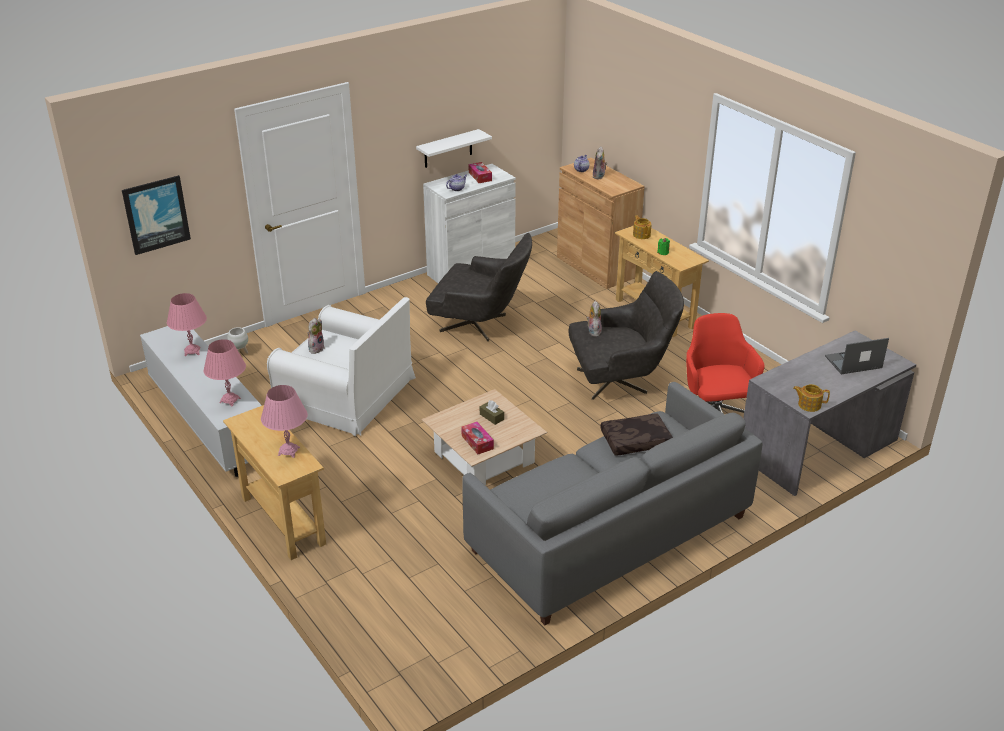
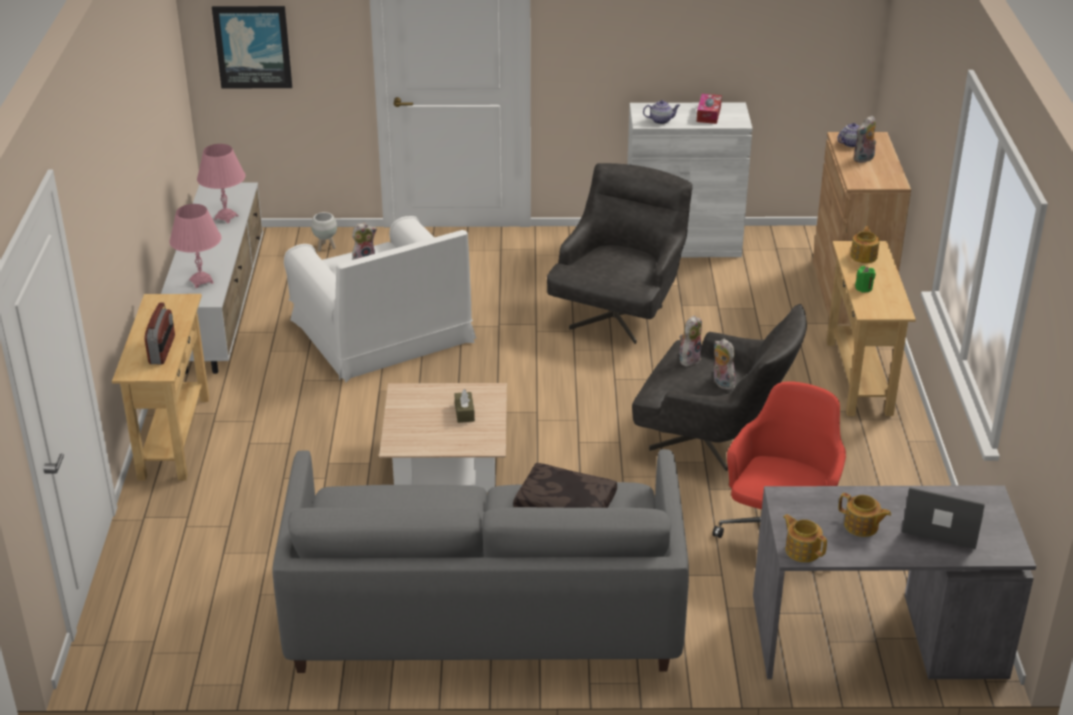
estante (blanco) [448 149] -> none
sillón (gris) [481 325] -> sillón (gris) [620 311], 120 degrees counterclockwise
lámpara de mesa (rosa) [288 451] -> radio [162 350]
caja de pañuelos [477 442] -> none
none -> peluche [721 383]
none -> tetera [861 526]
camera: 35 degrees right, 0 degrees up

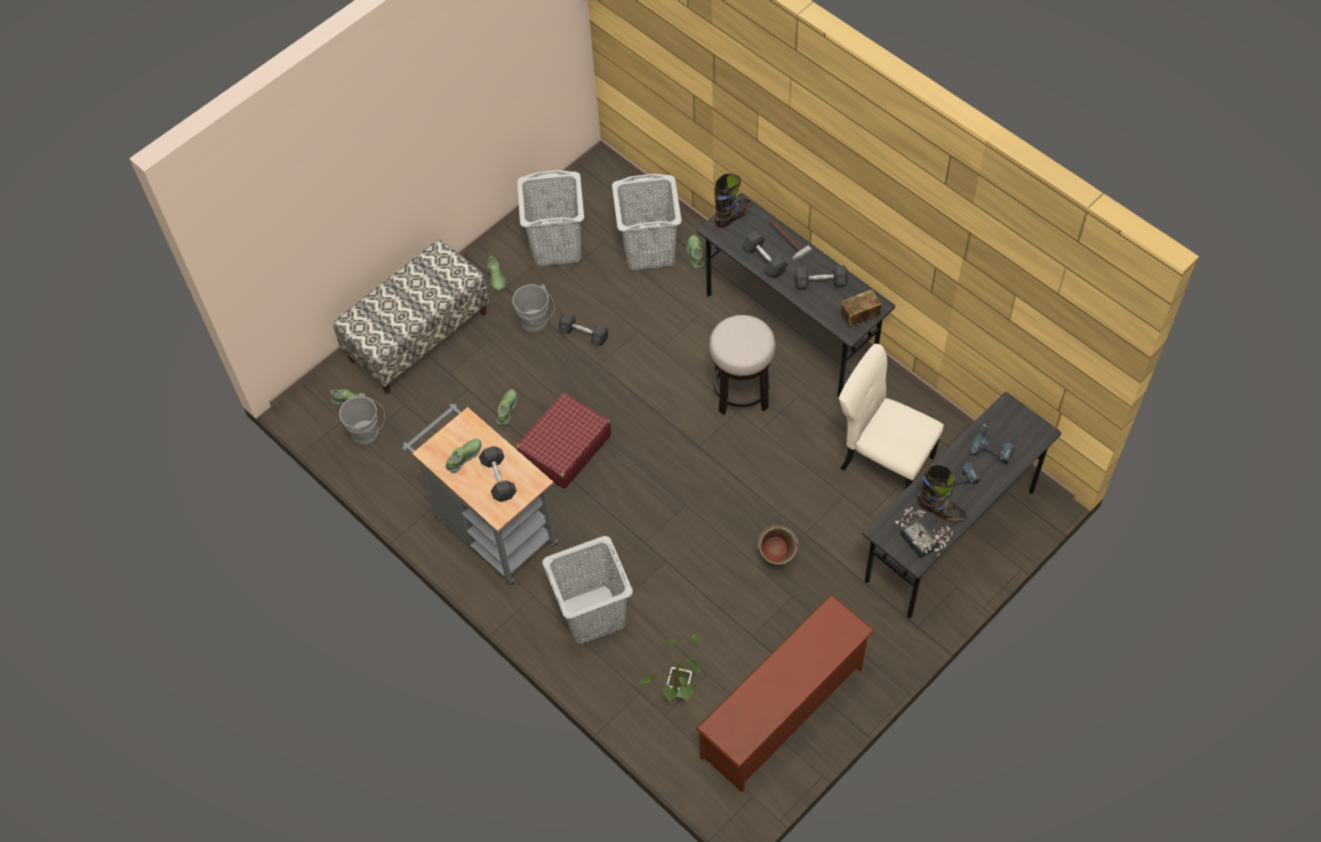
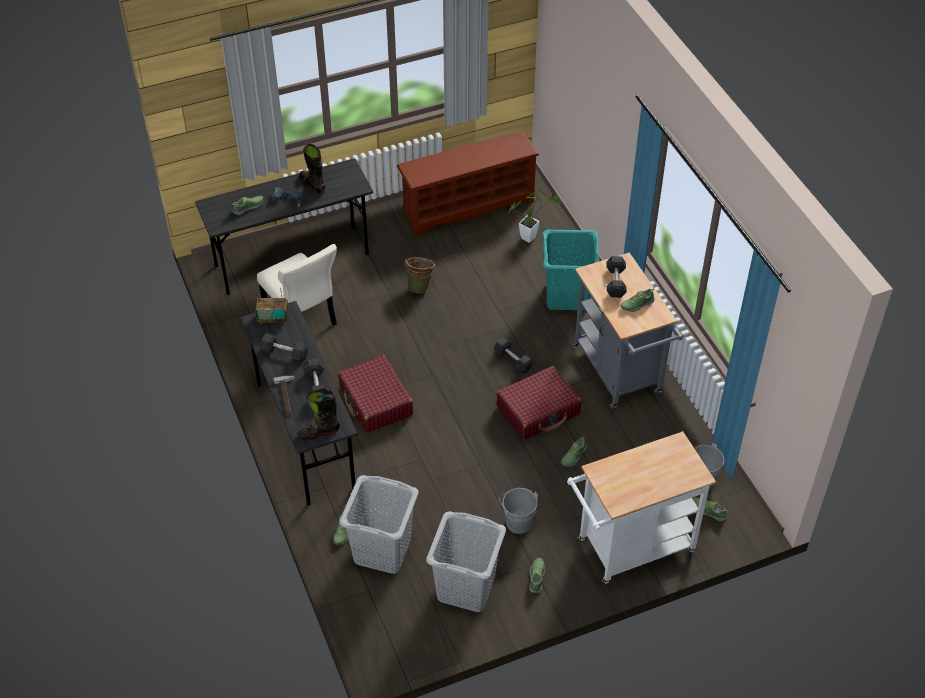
banco [418 336] -> carrito (blanco) [629 548]
mancuerna (gris) [584 334] -> mancuerna (gris) [513 360], relocated
taburete [741 392] -> maleta (rojo) [375 401]
taladro [992 447] -> zapato [248 207]
planta en maceta [921 544] -> none
cesto de la ropa (gris) [592 614] -> cesto de la ropa (turquesa) [567 296]
camera: 160 degrees left, 10 degrees down

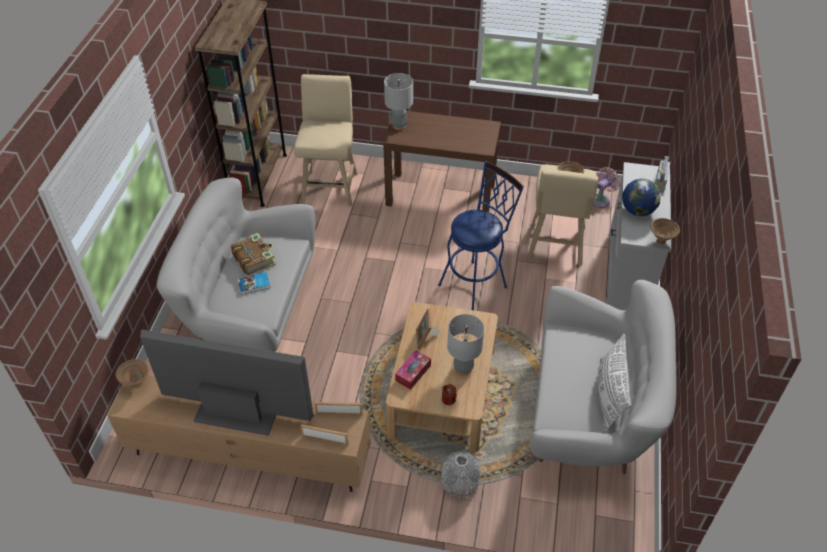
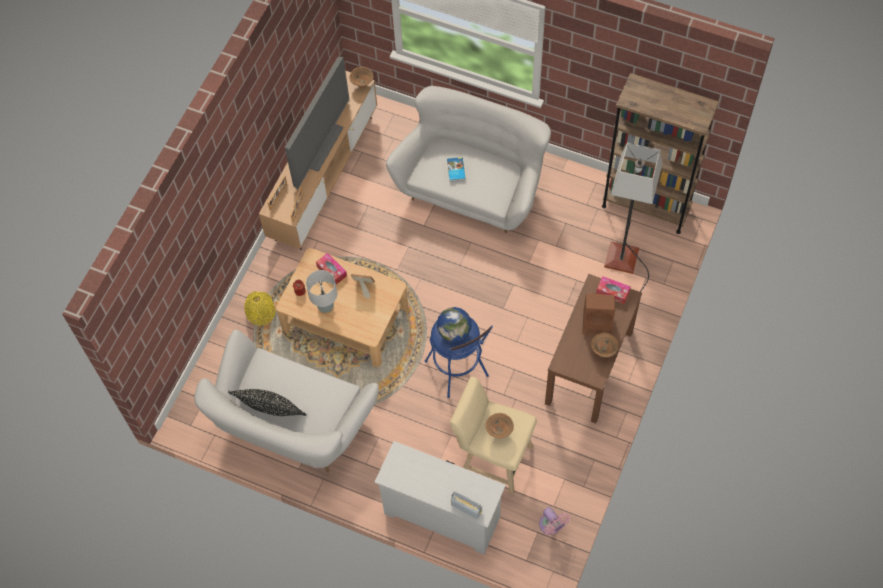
lámpara de mesa (gris) [399 125] -> caja de pañuelos [612 292]
taburete (beis) [330 185] -> lámpara de pie [622 268]
globo terráqueo [637 211] -> globo terráqueo [454 332], relocated
cuenco (marrón) [661 240] -> cuenco (marrón) [603 351], relocated
libro [254 258] -> none
cojín (blanco) [609 395] -> cojín (negro) [270 409]
florero (gris) [459 481] -> florero (amarillo) [261 313]
none -> altavoz (marrón) [598 322]
camera: 105 degrees right, 15 degrees up

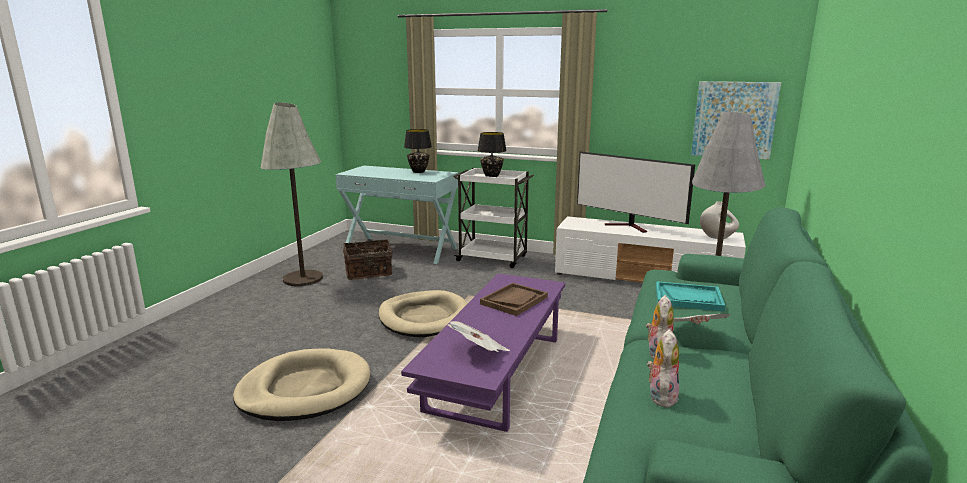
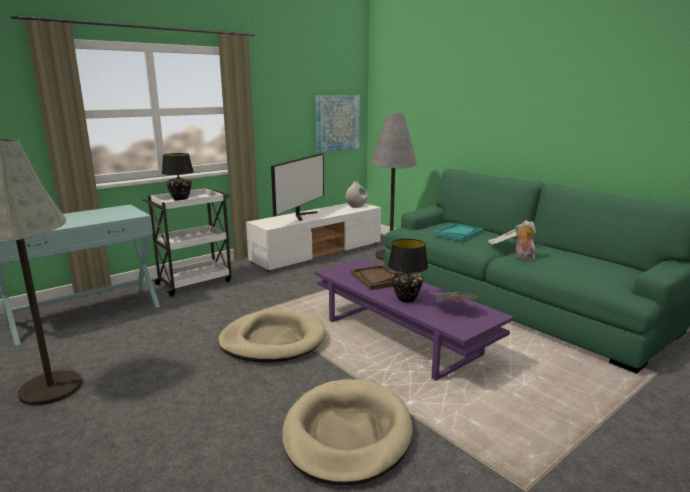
lámpara de mesa (negro) [419 172] -> lámpara de mesa (negro) [406 299], relocated
televisor [629 227] -> televisor [303 215], 45 degrees counterclockwise
cesta [369 272] -> none
peluche [661 396] -> none
camera: 60 degrees left, 0 degrees up

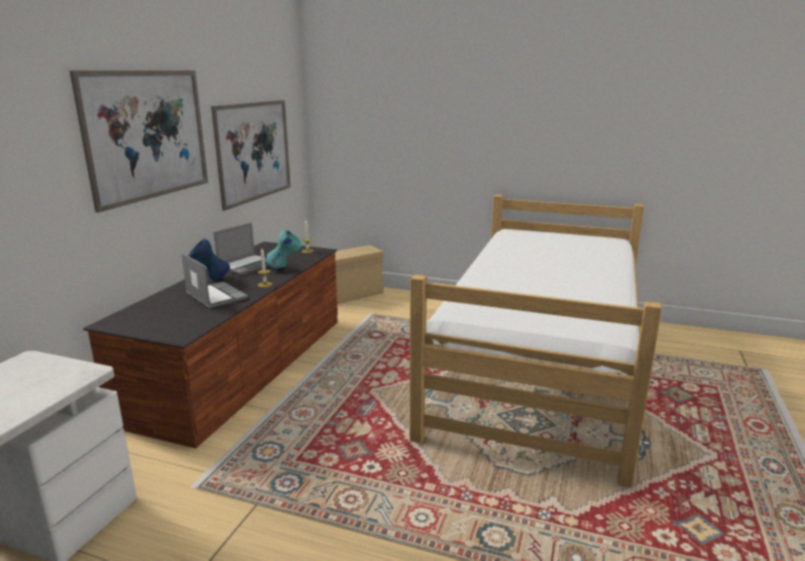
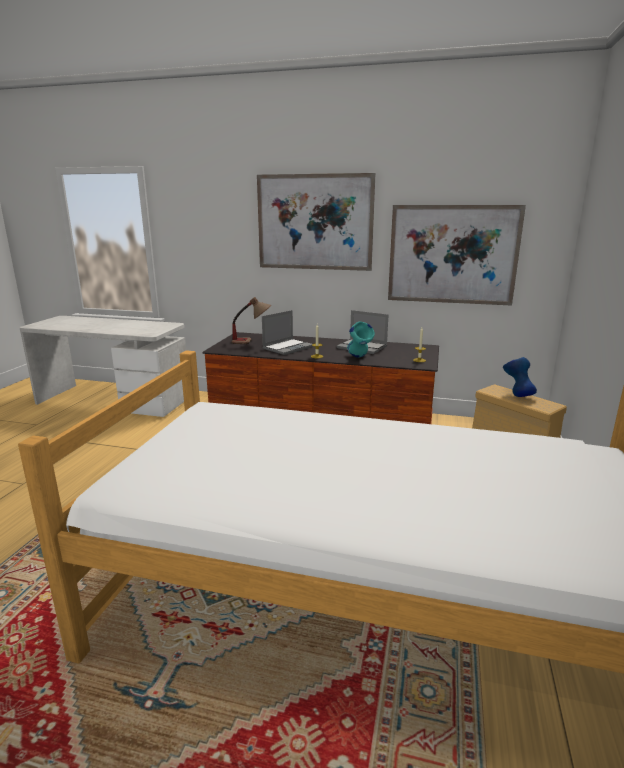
florero (azul) [210 280] -> florero (azul) [517 395], relocated
none -> lámpara de mesa [252 342]
camera: 85 degrees right, 0 degrees up

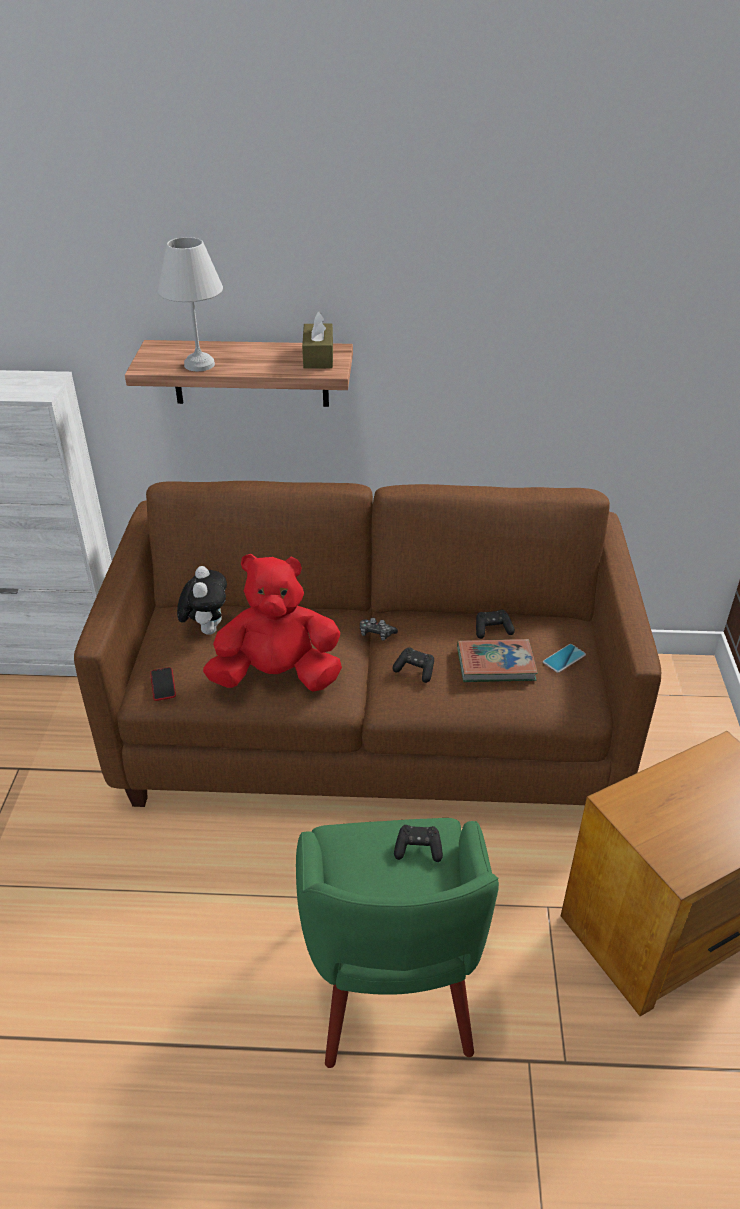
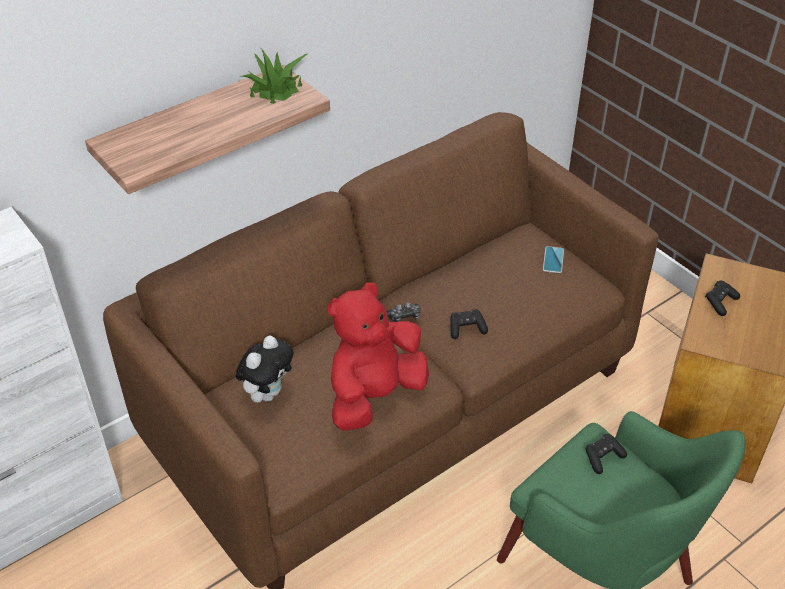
lámpara de mesa (blanco) [201 364] -> none
caja de pañuelos (marrón) [318 357] -> planta en maceta [275 89]
peluche [206 629] -> peluche [268 393], 75 degrees clockwise
mando de consola (negro) [492 630] -> mando de consola (negro) [719 302], relocated
libro [495 664] -> none
móvil [163 684] -> none
camera: 40 degrees left, 5 degrees up

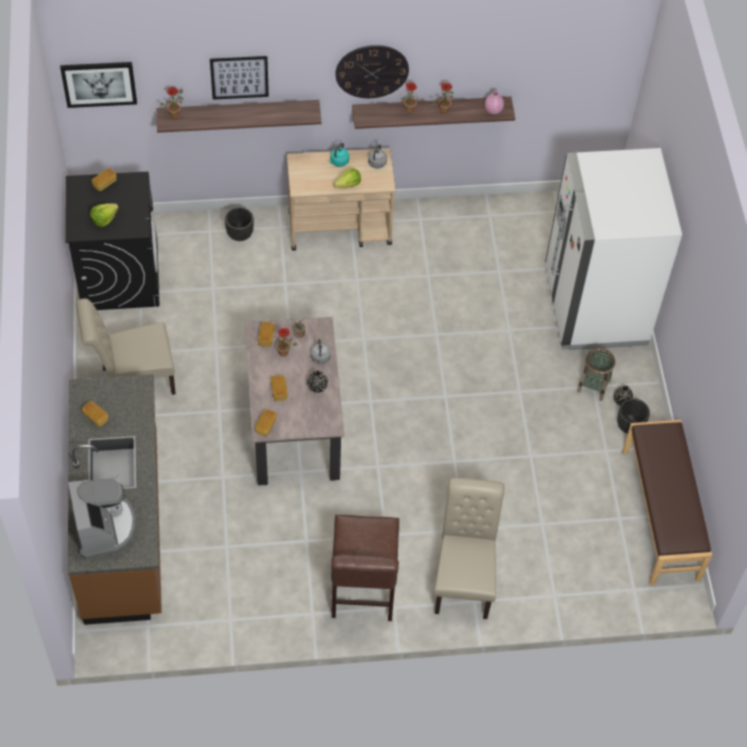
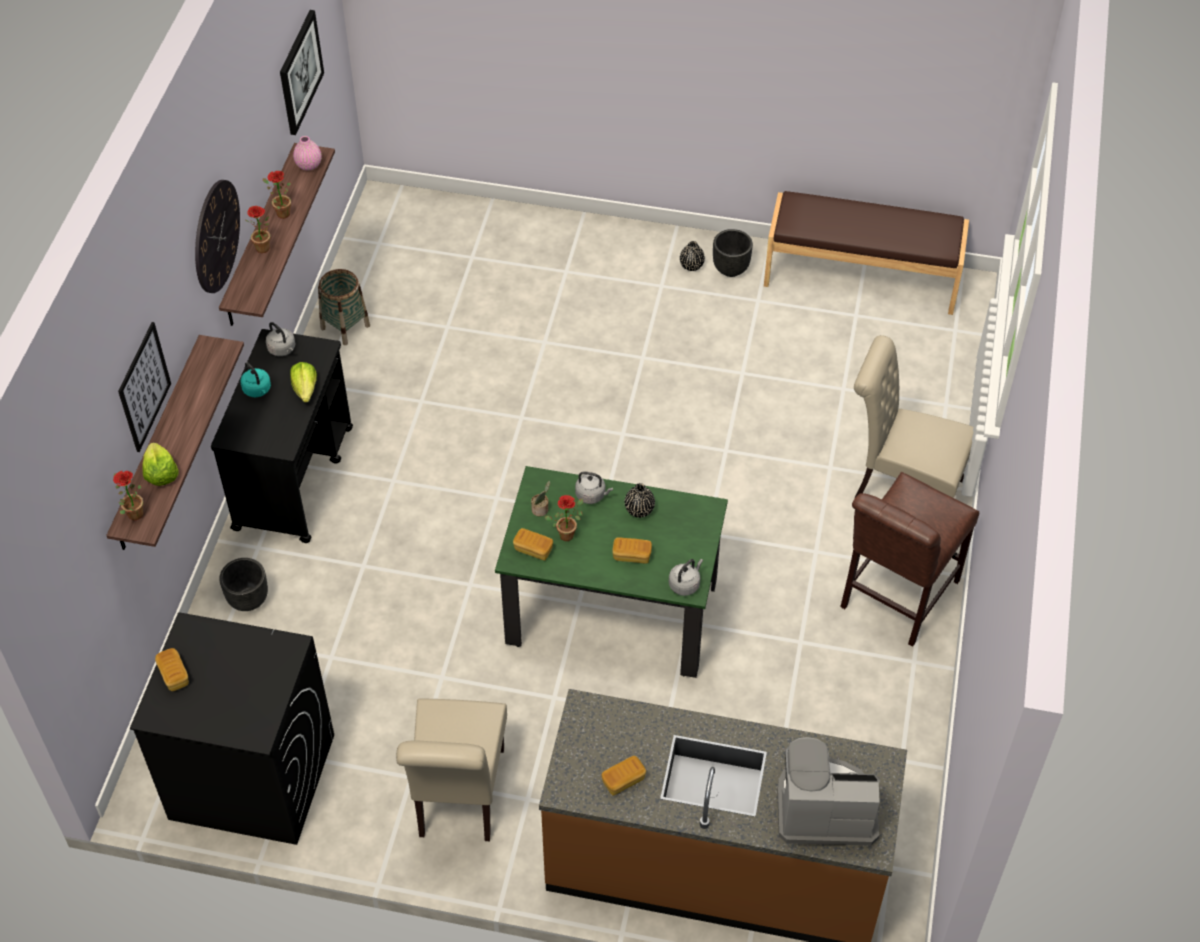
cuadro [99 83] -> cuadro [300 72], relocated
carrito (beis) [340 228] -> carrito (negro) [294 477]
nevera (blanco) [595 306] -> none
lechuga [104 219] -> lechuga [160 473], relocated
mesa de comedor (beis) [294 426] -> mesa de comedor (verde) [612 612]
cesta [593 386] -> cesta [345 327], relocated
pan [266 426] -> hervidor (gris) [685 584]
silla (marrón) [362 592] -> silla (marrón) [895 598], 105 degrees clockwise
camera: 70 degrees left, 5 degrees down

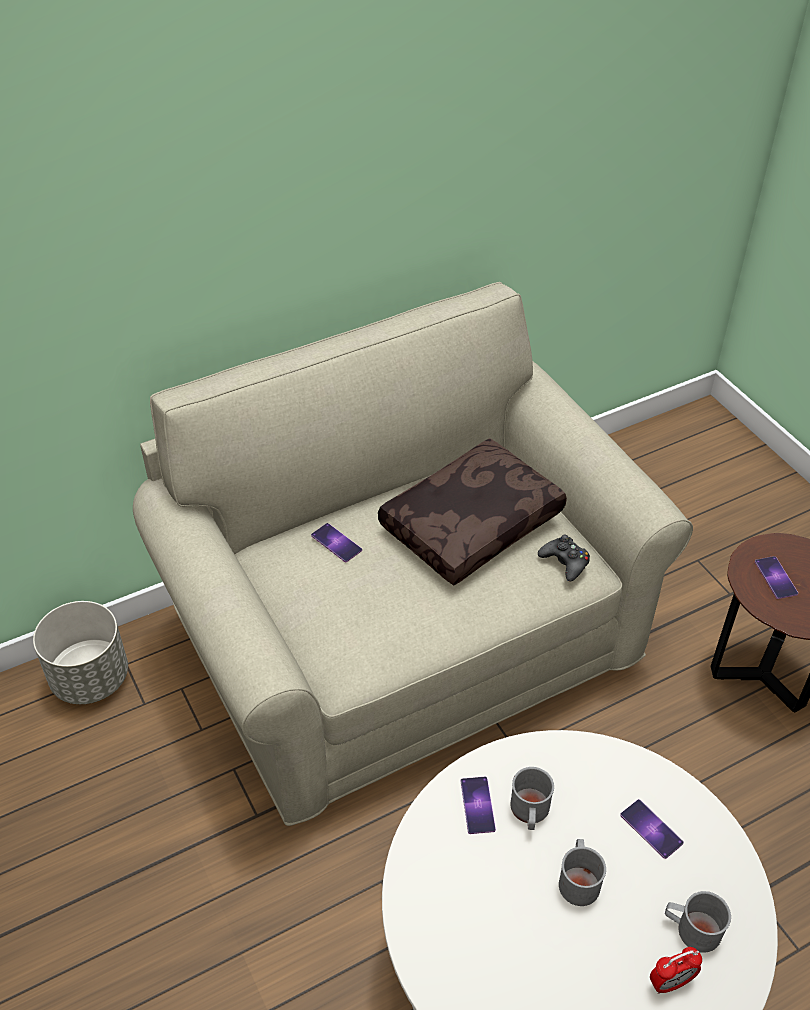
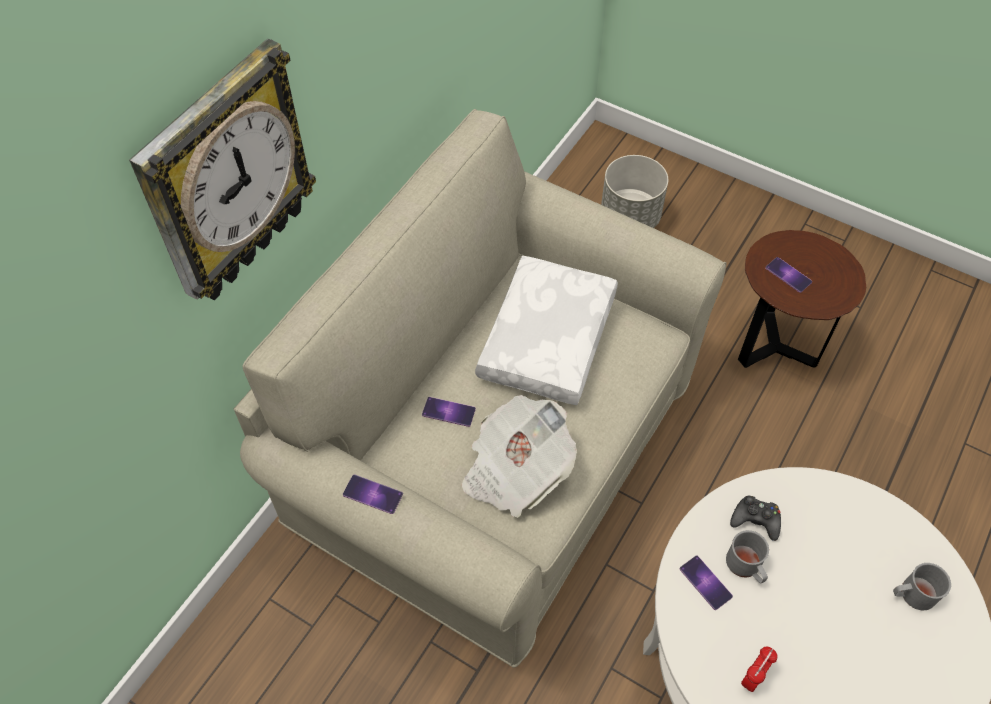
cojín (marrón) [470 522] -> cojín (blanco) [545 338]
mando de consola (negro) [565 562] -> mando de consola (negro) [755 520], relocated
maceta (gris) [90 678] -> maceta (gris) [629 217], relocated
móvil [651 829] -> móvil [373 494], relocated
taza grande (gris) [578 879] -> none
despertador [670 982] -> despertador [753 677], relocated
none -> reloj de pared [226 178]
none -> periódico [515 470]
camera: 30 degrees left, 10 degrees up

